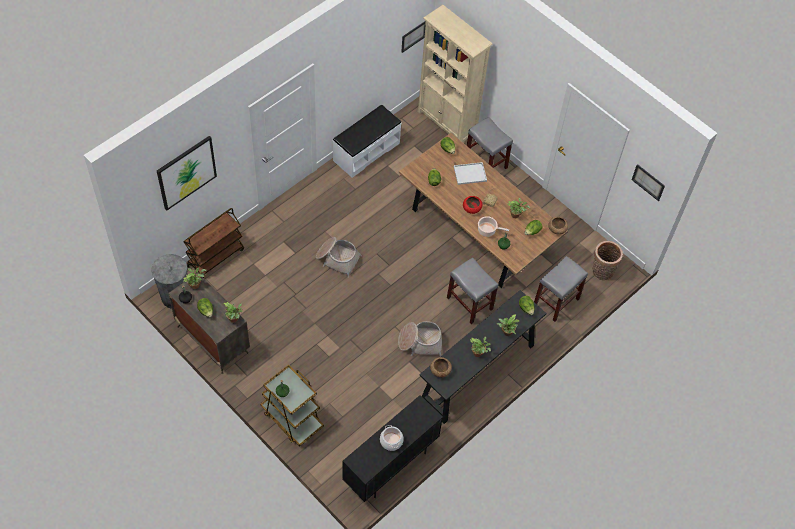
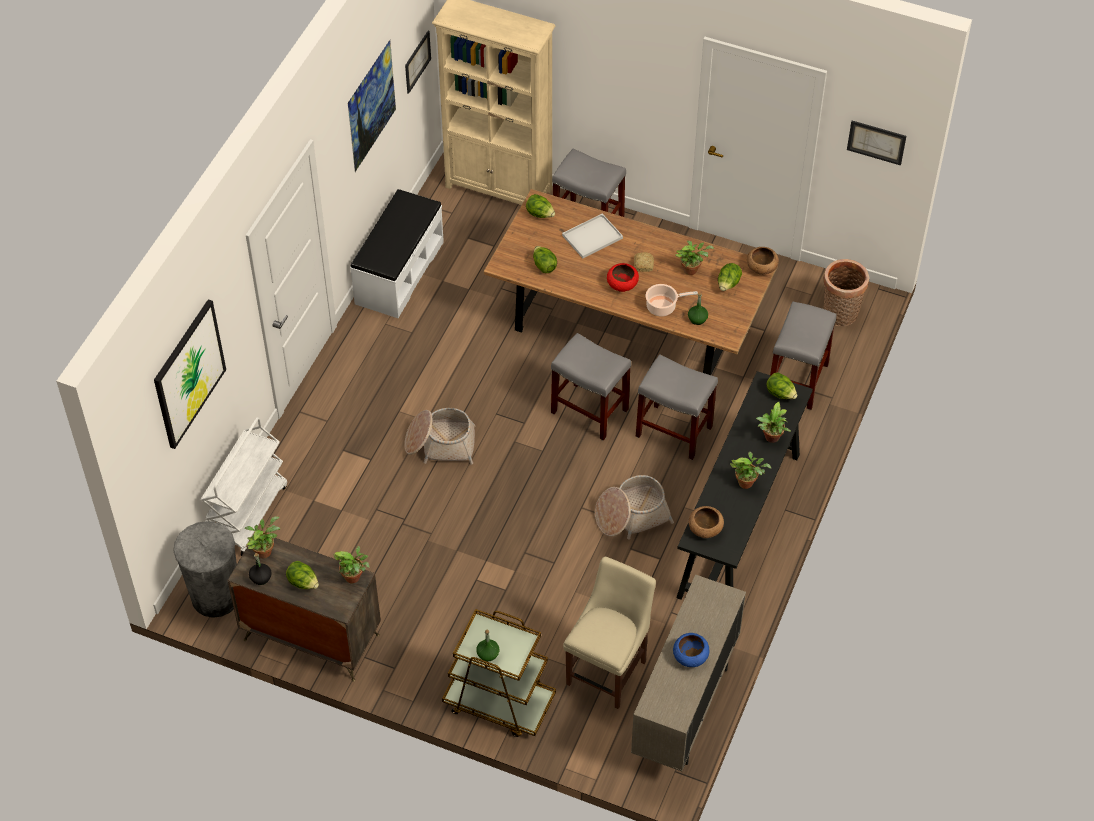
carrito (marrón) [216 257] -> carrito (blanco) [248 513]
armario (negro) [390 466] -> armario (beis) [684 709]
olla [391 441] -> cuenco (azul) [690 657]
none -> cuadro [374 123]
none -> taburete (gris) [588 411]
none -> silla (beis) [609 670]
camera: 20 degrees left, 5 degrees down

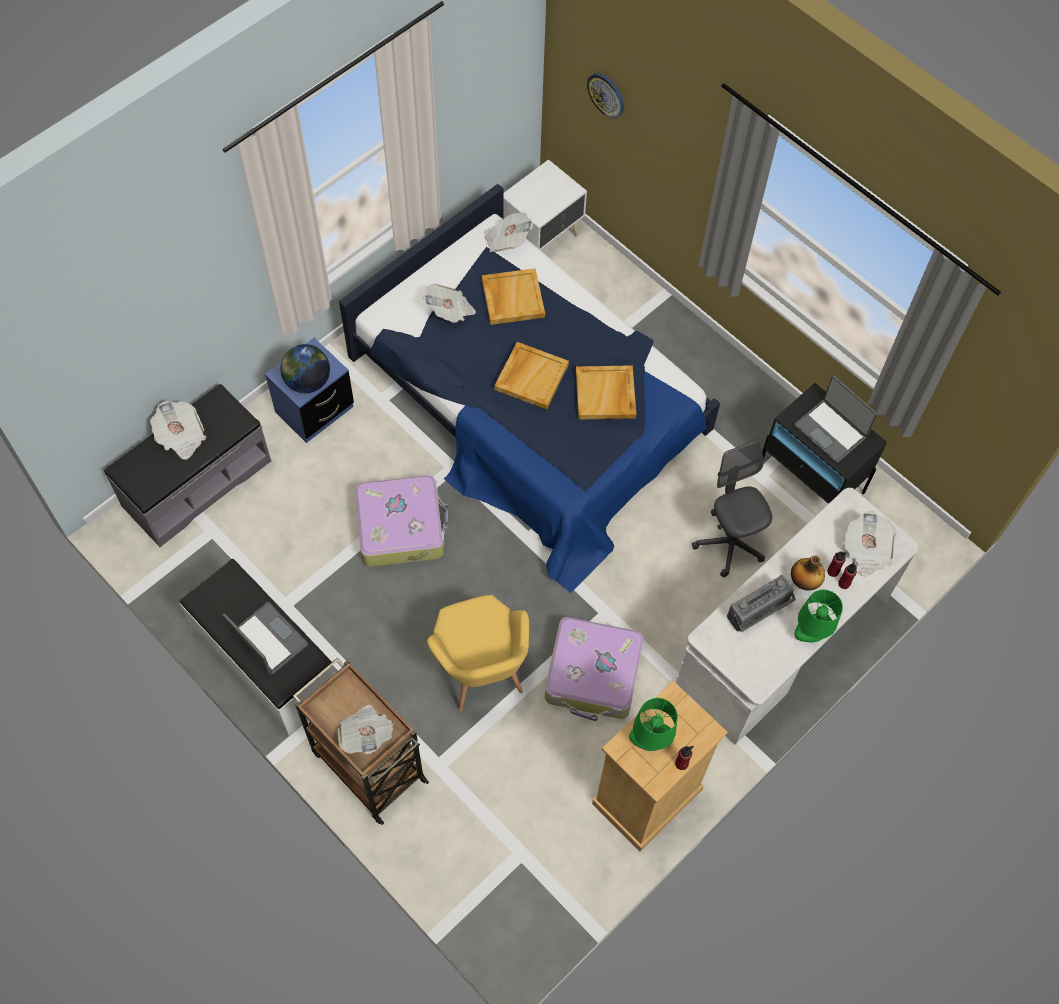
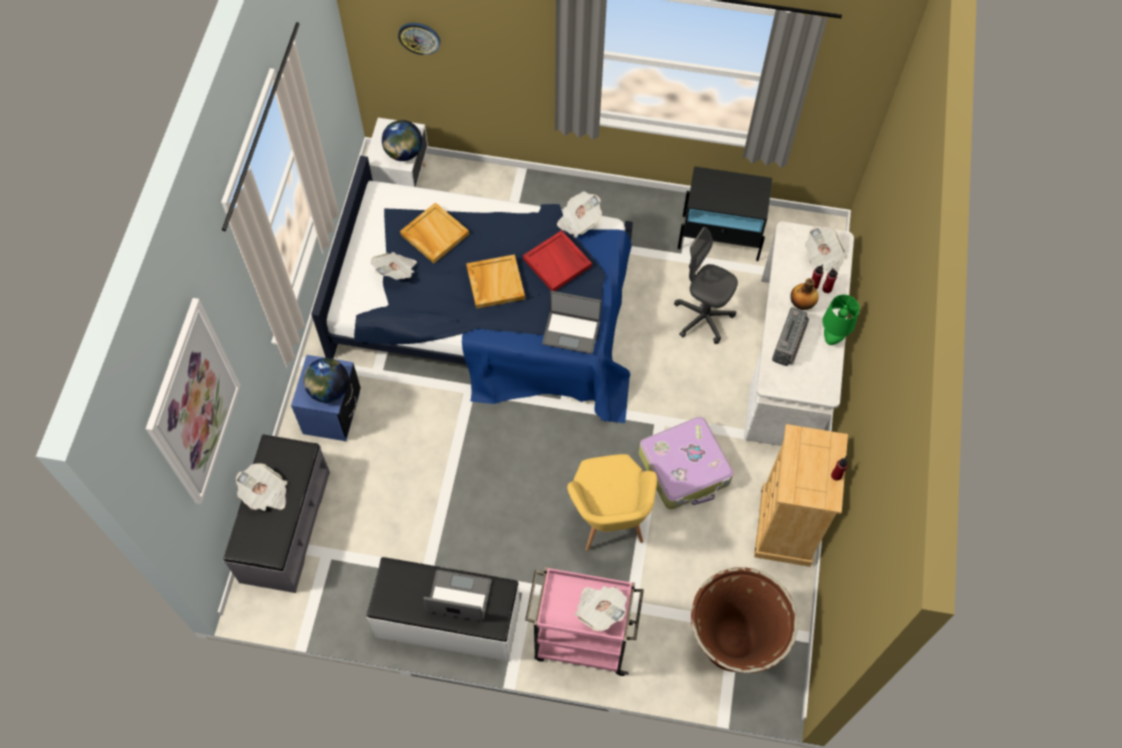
periódico [507 240] -> periódico [578 221], relocated
bandeja (beis) [606 394] -> bandeja (rojo) [558 262]
portátil [831 431] -> portátil [571 332], relocated
maleta [401 526] -> none
sillón (amarillo) [481 674] -> sillón (amarillo) [609 521], 45 degrees clockwise
carrito (marrón) [367 764] -> carrito (rosa) [581 641]
lámpara de mesa (verde) [651 740] -> none
none -> globo terráqueo [404 153]
none -> cuadro [193 404]
none -> maceta (marrón) [731 644]
camera: 35 degrees left, 0 degrees up

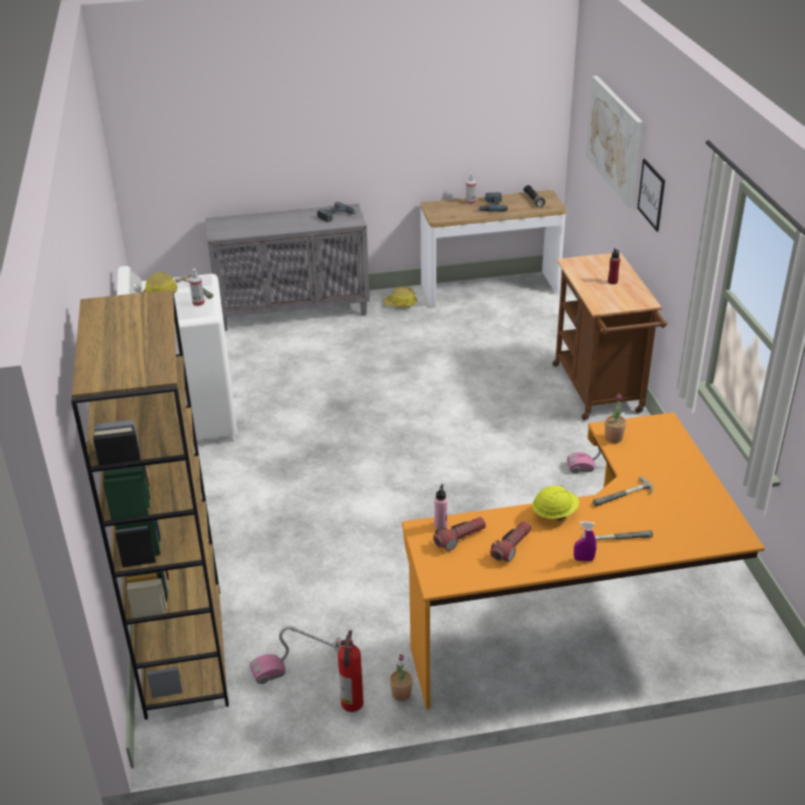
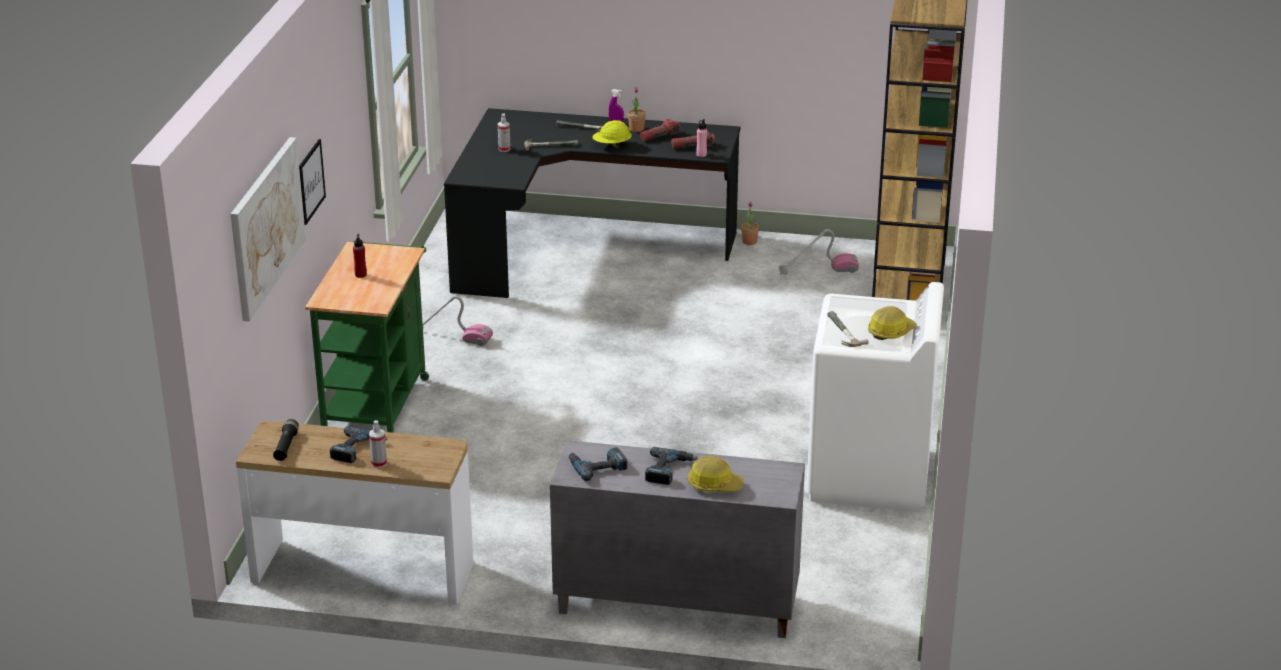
carrito (marrón) [600 393] -> carrito (verde) [378 401]
pulverizador [198 303] -> pulverizador [504 149], relocated
casco [401 304] -> casco [714 484], relocated
planta en maceta [613 438] -> planta en maceta [636 129], relocated
escritorio (naranja) [585 619] -> escritorio (negro) [581 249]
extintor [352 704] -> none
none -> taladro [668 470]
camera: 160 degrees left, 5 degrees down

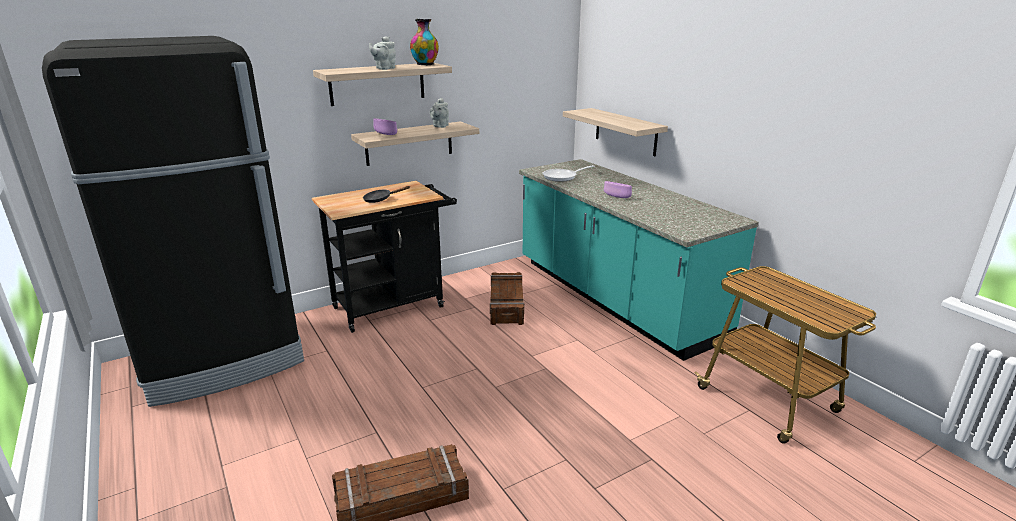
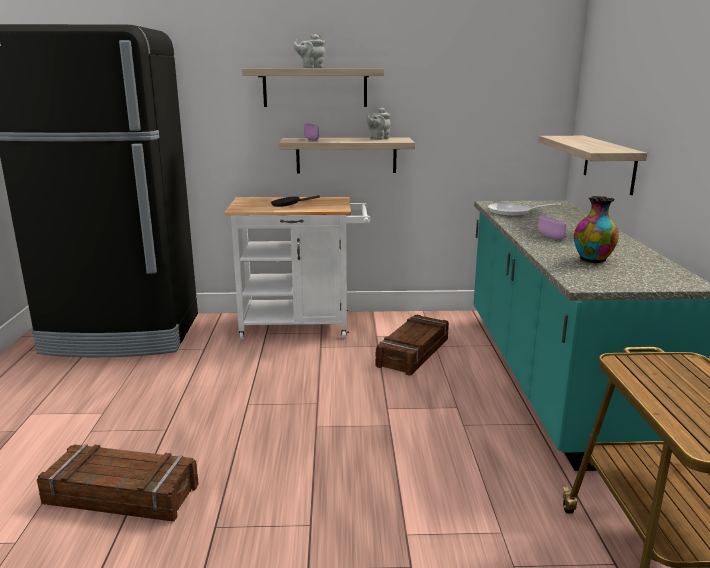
florero [425 65] -> florero [592 260], relocated
carrito (negro) [395 305] -> carrito (blanco) [303 326]
camera: 30 degrees right, 5 degrees down

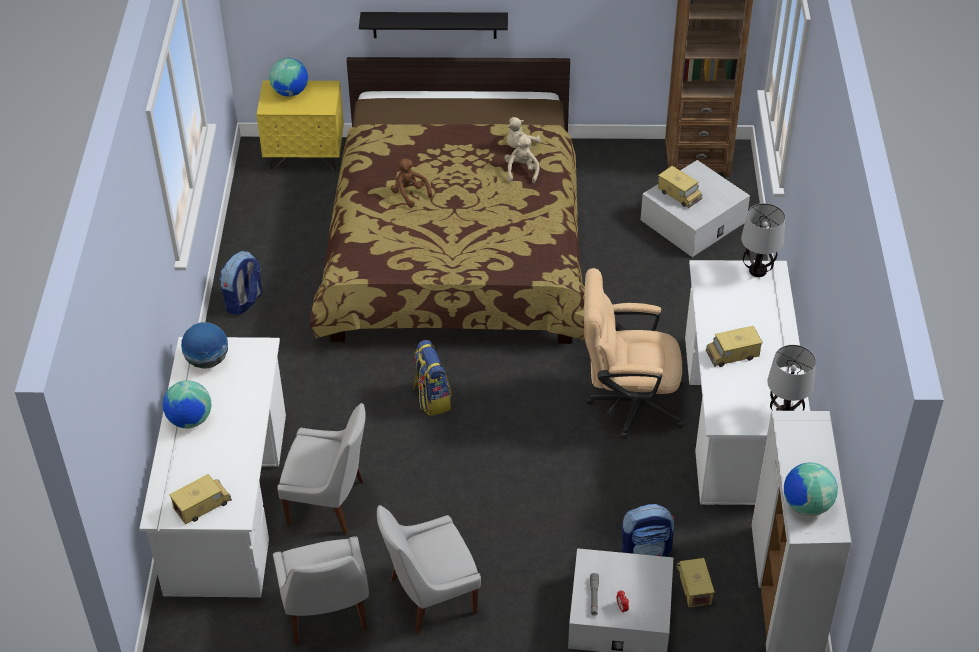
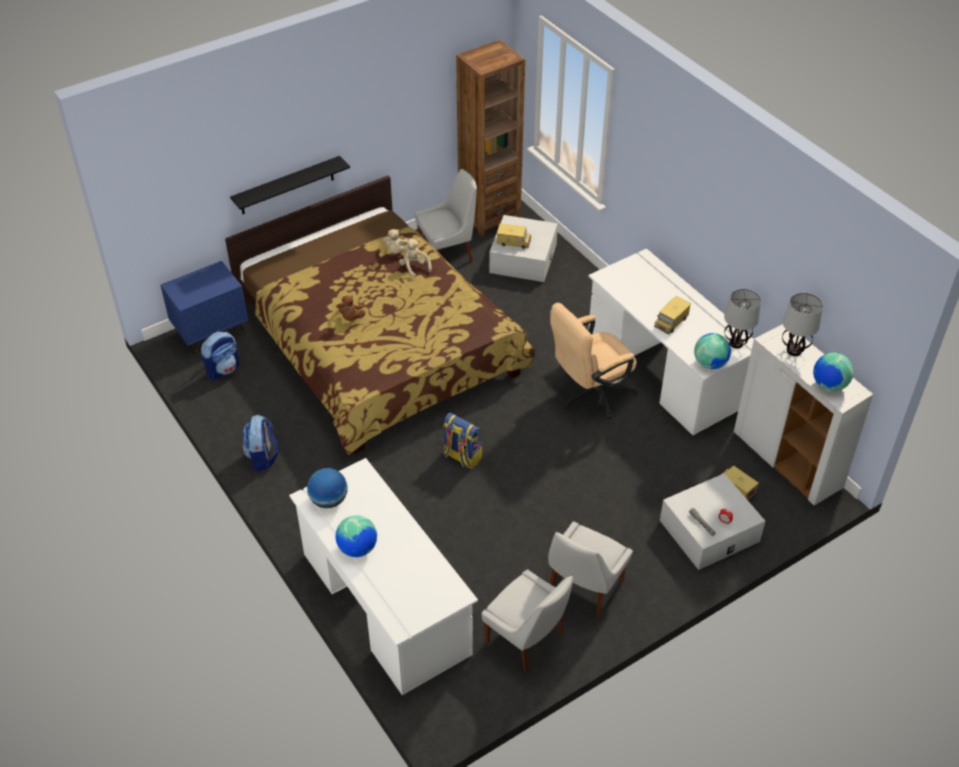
globo terráqueo [290 92] -> globo terráqueo [710 363], relocated
mesita de noche (amarillo) [305 156] -> mesita de noche (azul) [211 333]
peluche (marrón) [409 194] -> peluche (marrón) [351 317], 105 degrees counterclockwise
lámpara de mesa [757 271] -> lámpara de mesa [794 351], relocated
silla (blanco) [329 503] -> silla (blanco) [448 253], relocated
camión de juguete [202 505] -> none
mochila [646 551] -> mochila [223 369], relocated
camera: 35 degrees left, 0 degrees up

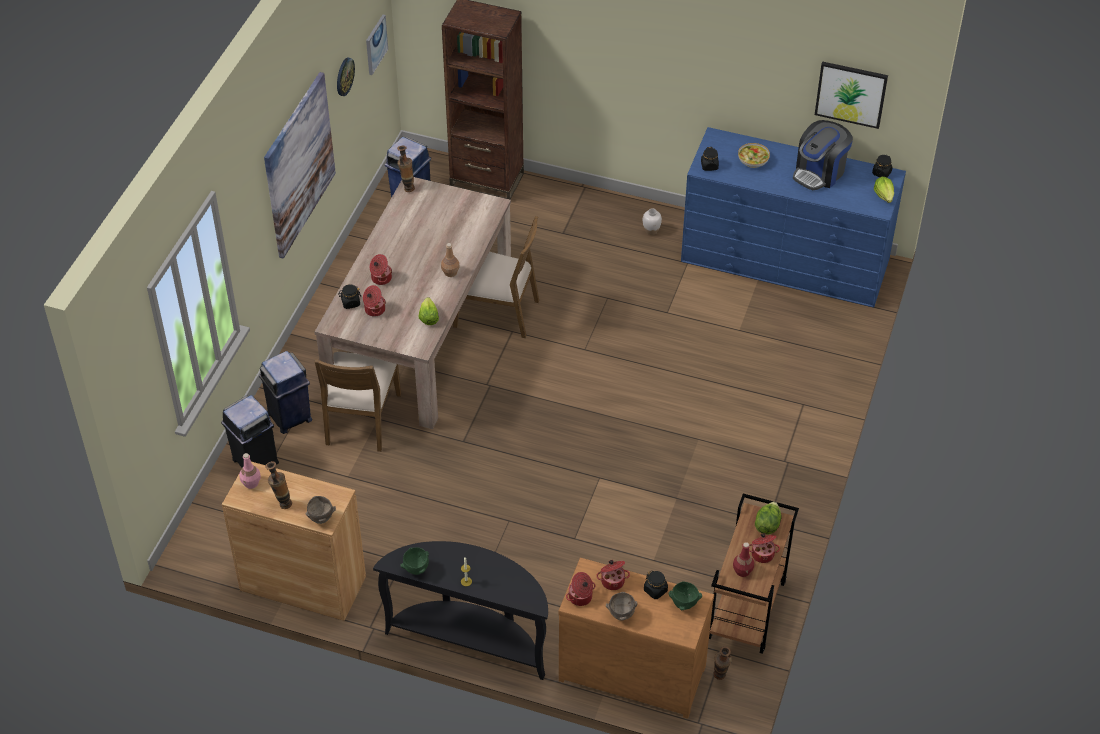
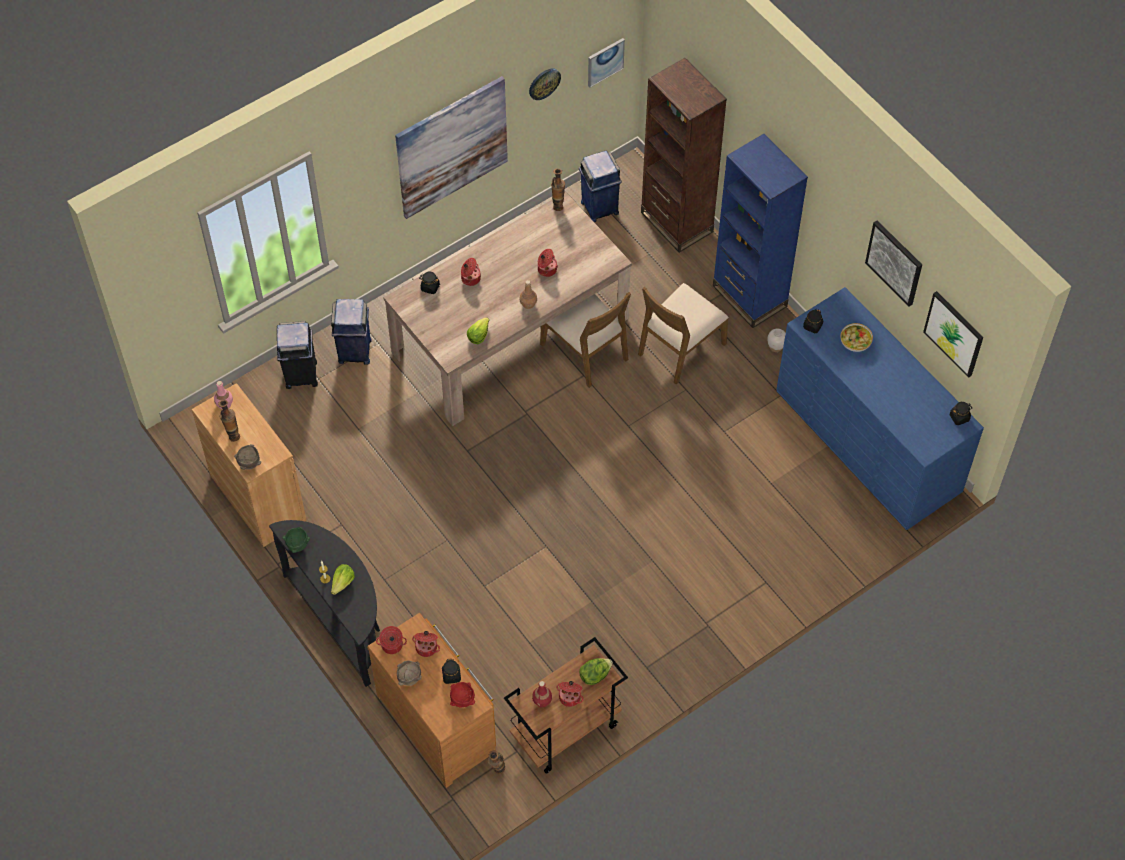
cafetera [819 172] -> none
lechuga [884 196] -> lechuga [343 583], relocated
olla [374 309] -> olla [546 269], relocated
silla (marrón) [361 419] -> silla (marrón) [680 348], relocated
cuenco (verde) [683 605] -> cuenco (rojo) [462 701]
none -> estantería (azul) [749 296]
none -> cuadro [895 262]
camera: 35 degrees right, 10 degrees up

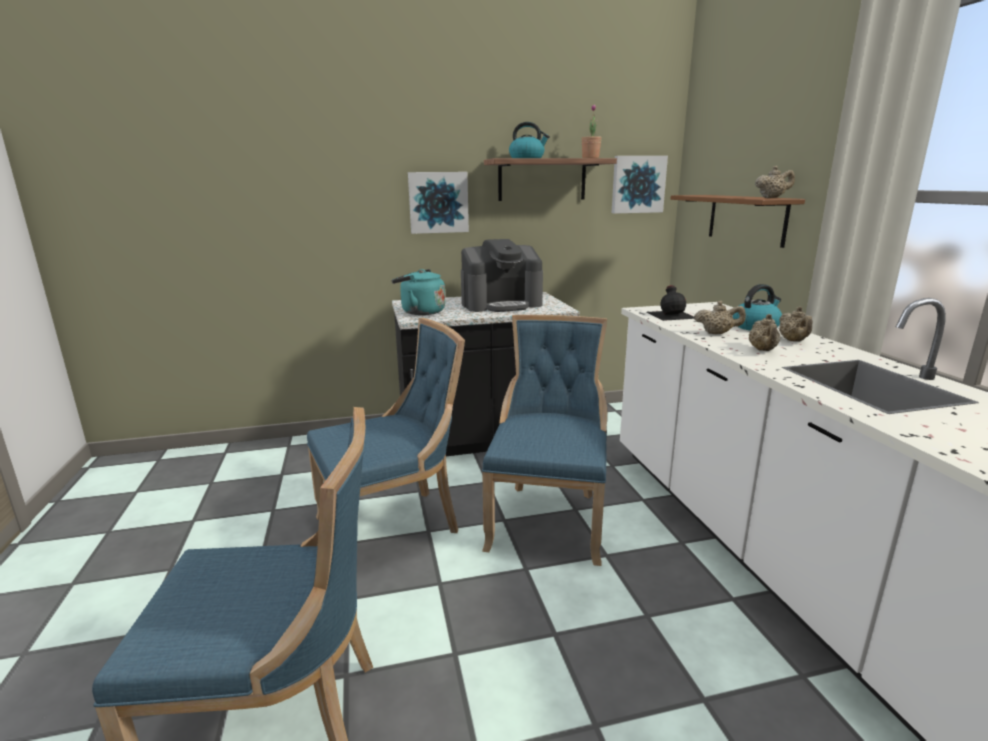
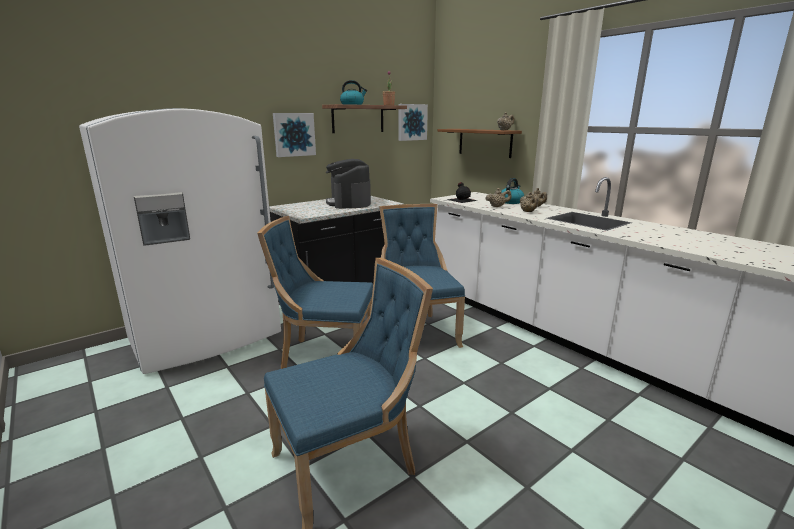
cafetera [501 304] -> cafetera [349 203], 120 degrees clockwise
hervidor (turquesa) [420 312] -> none
silla (azul) [393 526] -> silla (azul) [325 356], 120 degrees counterclockwise
none -> nevera (blanco) [207 337]
camera: 25 degrees left, 0 degrees up

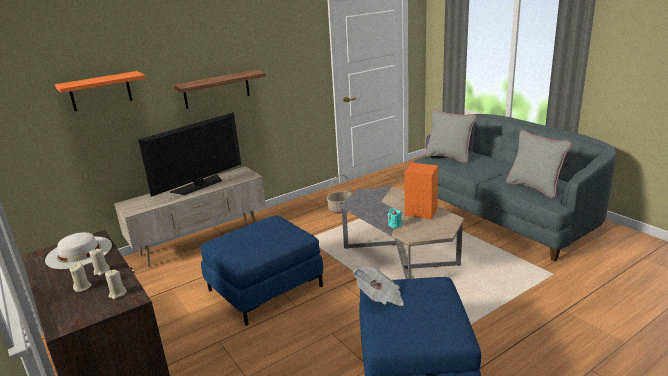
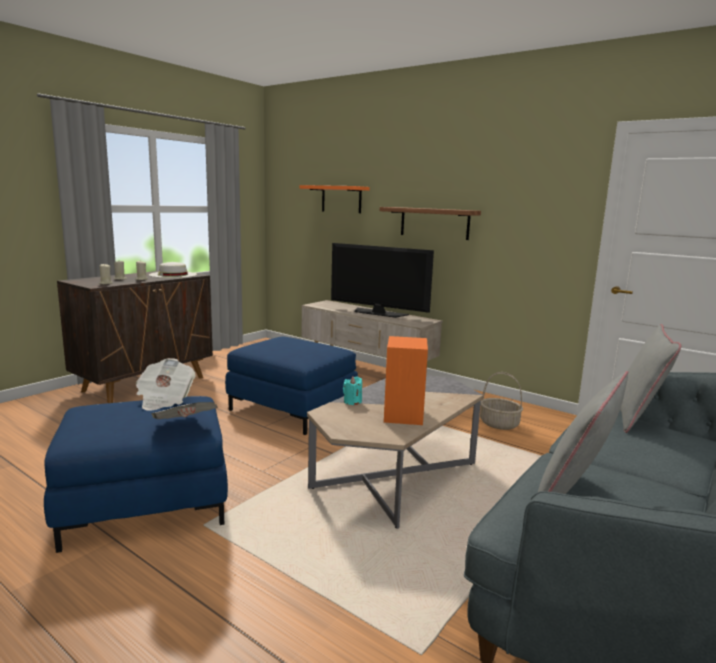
none -> periódico [185 428]
camera: 70 degrees right, 10 degrees down

